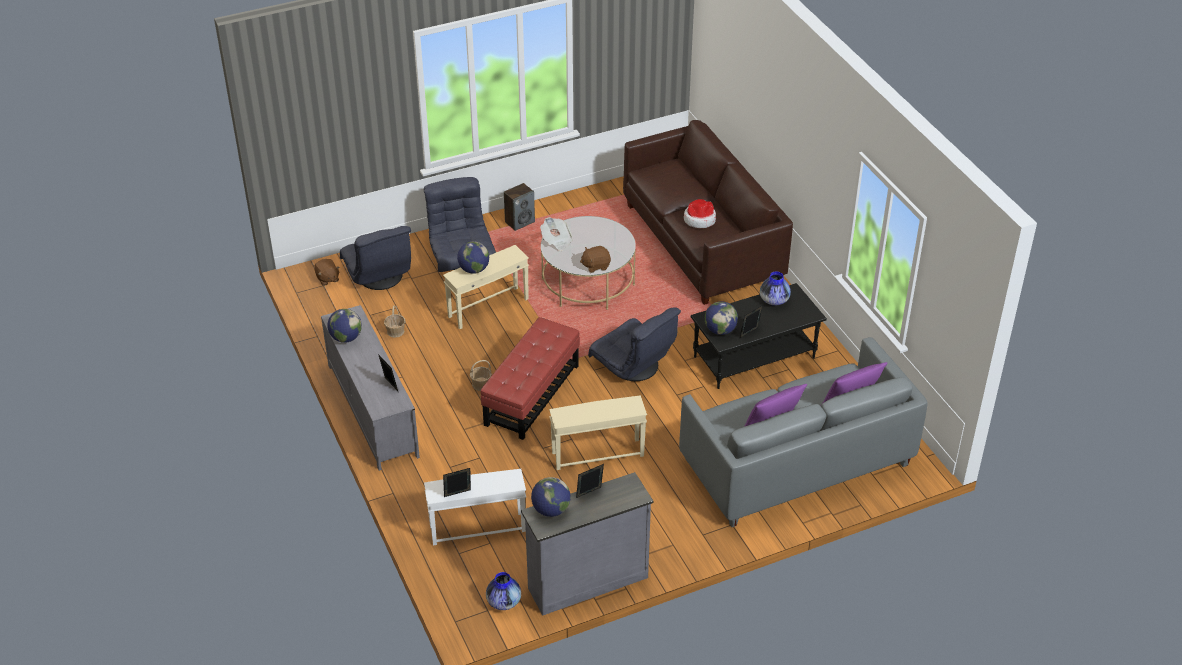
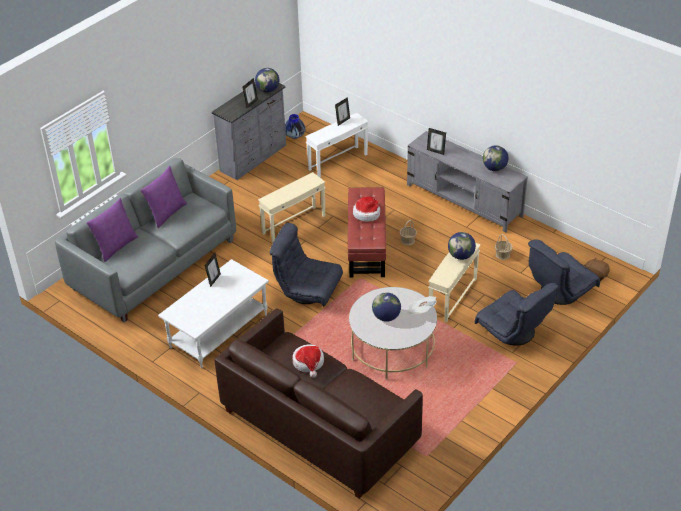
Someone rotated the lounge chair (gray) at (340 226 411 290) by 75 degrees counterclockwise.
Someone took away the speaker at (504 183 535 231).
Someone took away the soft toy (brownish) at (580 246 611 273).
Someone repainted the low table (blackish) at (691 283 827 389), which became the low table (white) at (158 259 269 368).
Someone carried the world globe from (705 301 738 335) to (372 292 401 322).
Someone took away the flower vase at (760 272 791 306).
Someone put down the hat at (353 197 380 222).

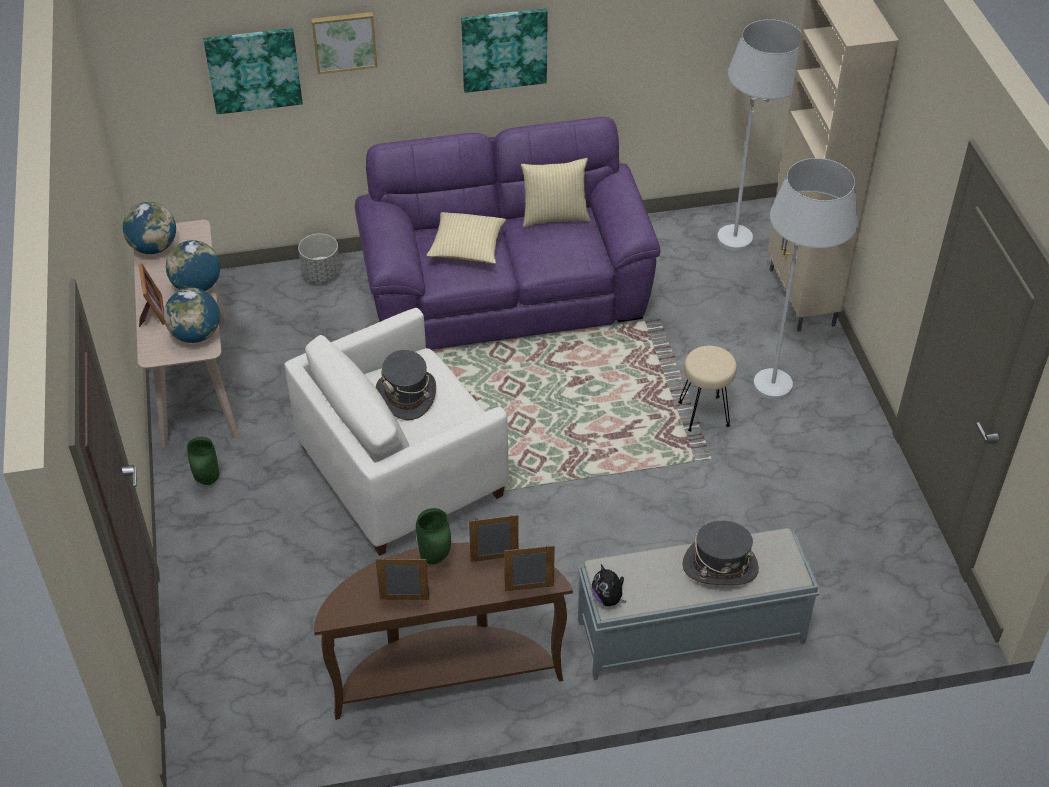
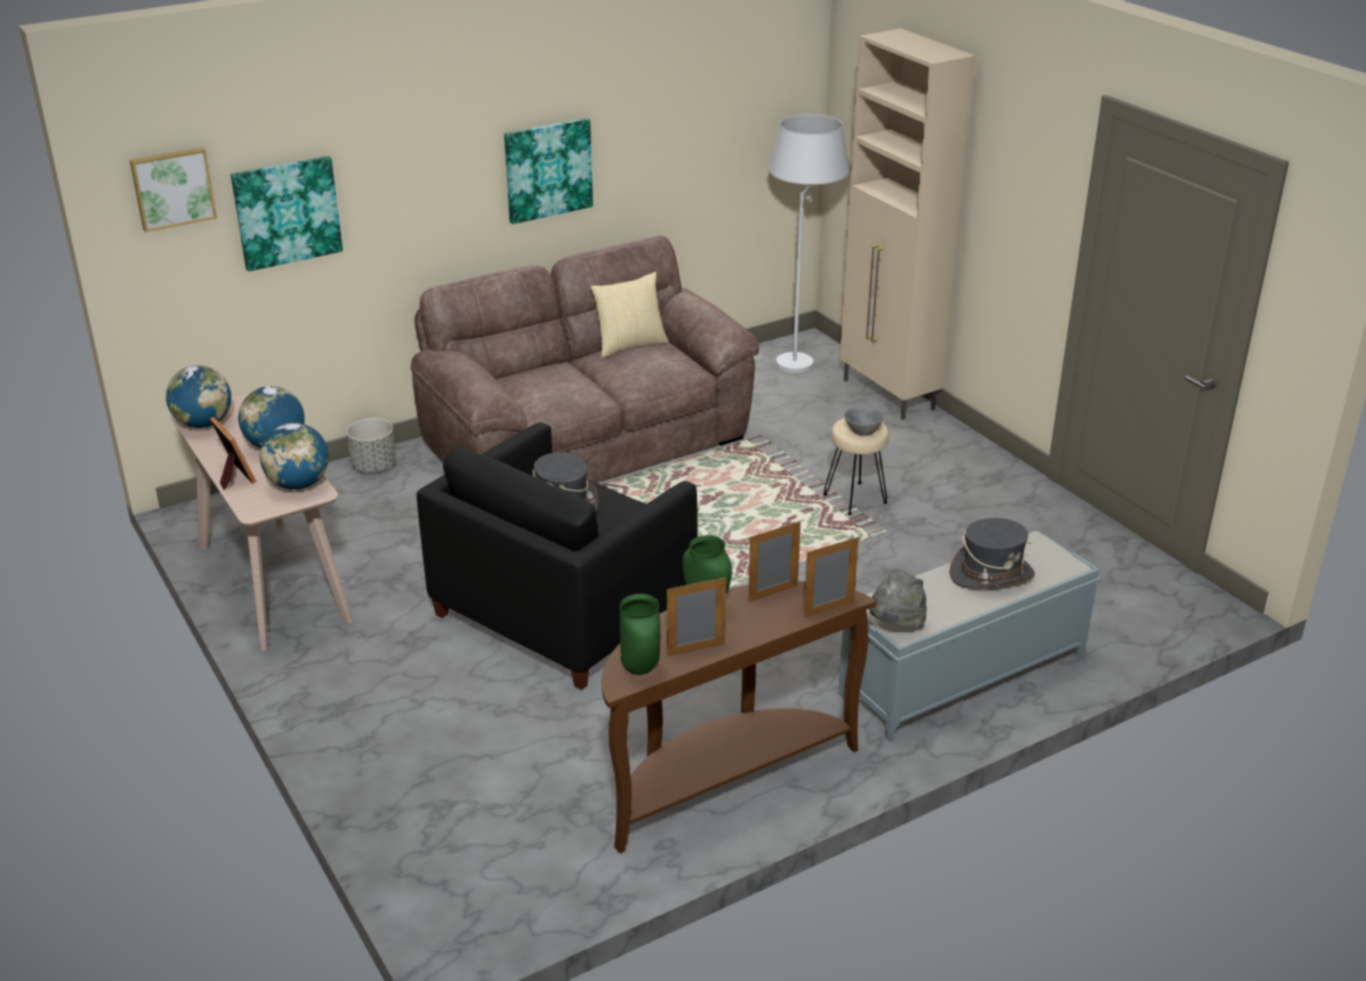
Someone carried the flower vase (green) from (187 437 219 485) to (619 594 660 675).
Someone repainted the lounge chair (white) at (285 308 509 556), which became the lounge chair (blackish) at (417 422 697 690).
Someone carried the picture from (311 12 377 74) to (130 147 217 232).
Someone repainted the sofa (purple-coloured) at (355 117 661 350), which became the sofa (brownish) at (411 236 759 483).
Someone took away the pillow at (426 212 506 264).
Someone swapped the soft toy at (592 564 626 606) for the hat (gray) at (869 569 927 628).
Someone took away the standard lamp (white) at (753 158 858 400).
Someone put down the bowl (gray) at (844 406 884 436).

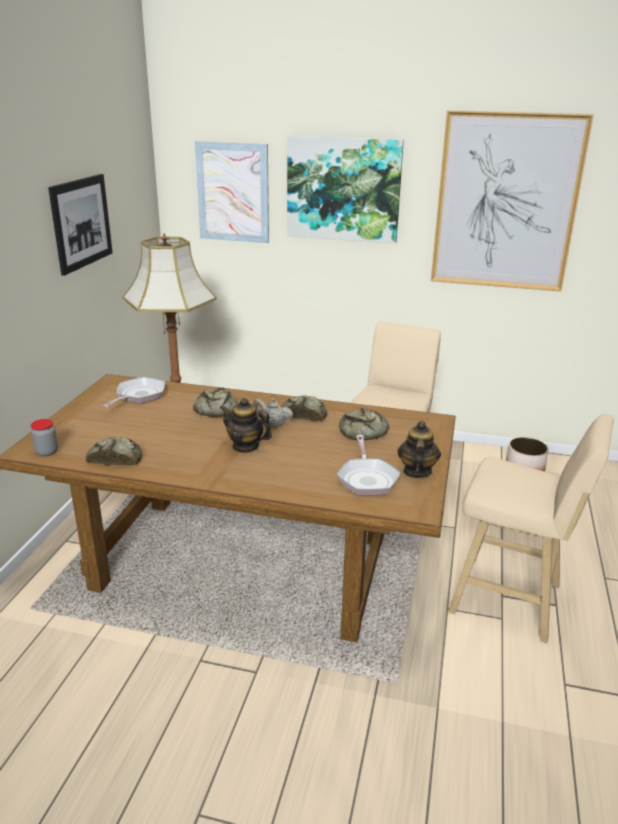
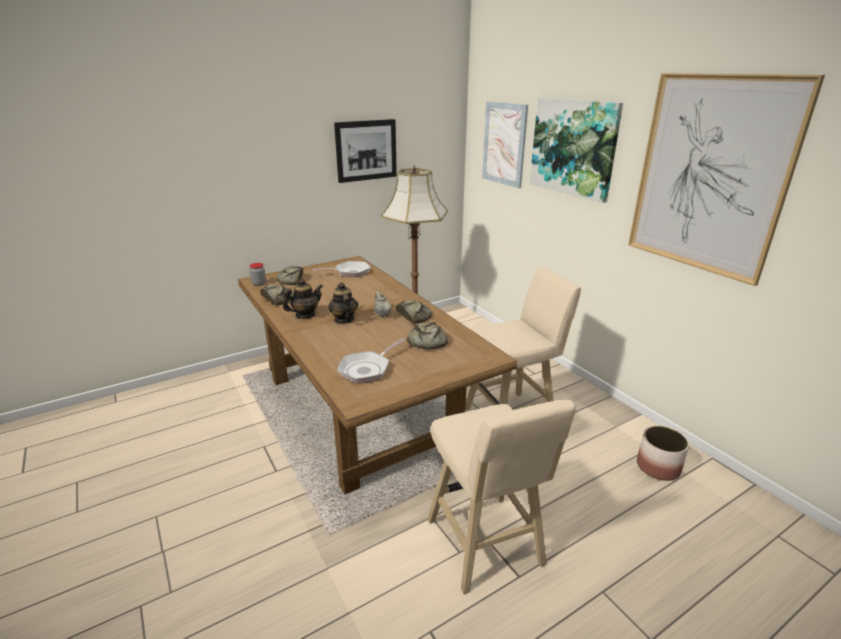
Someone carried the bread from (193 388 239 417) to (277 266 303 285).
Someone carried the tea pot from (398 421 441 478) to (283 279 323 319).

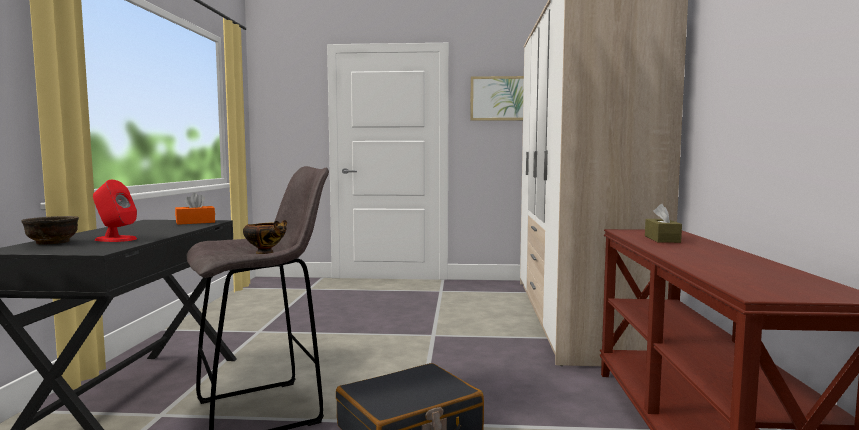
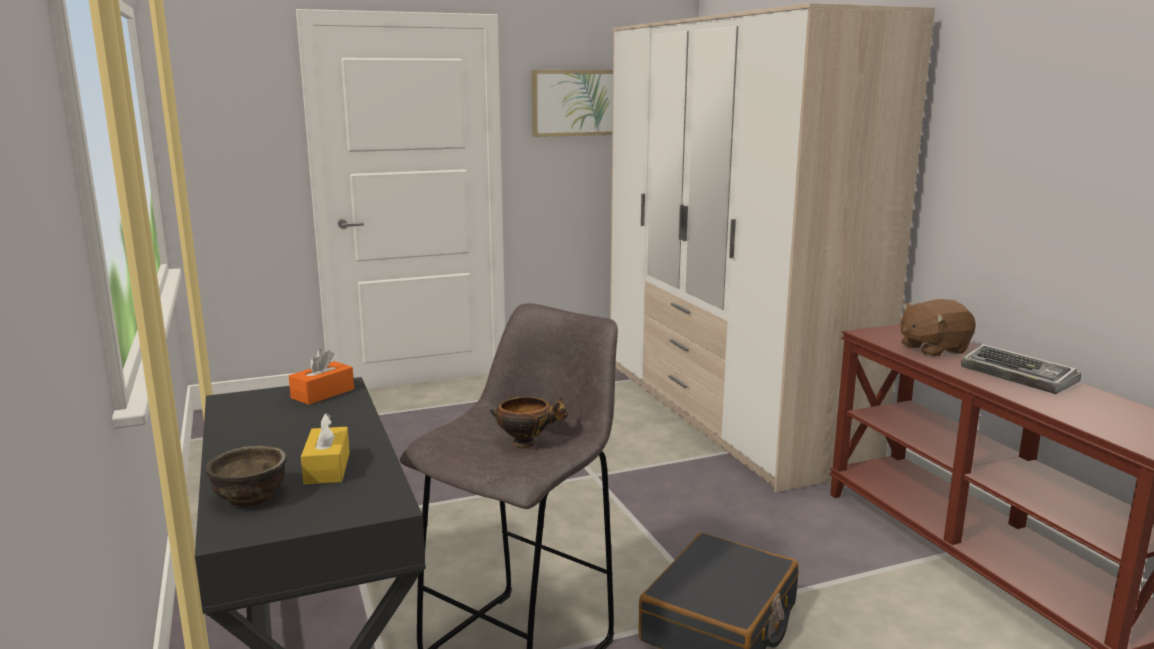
Someone swapped the speaker (reddish) at (93 180 137 242) for the tissue holder (yellow-coloured) at (301 413 350 485).
Someone swapped the tissue holder (brownish) at (645 204 682 243) for the soft toy (brownish) at (900 299 976 357).
Someone put down the keyboard at (961 344 1081 394).

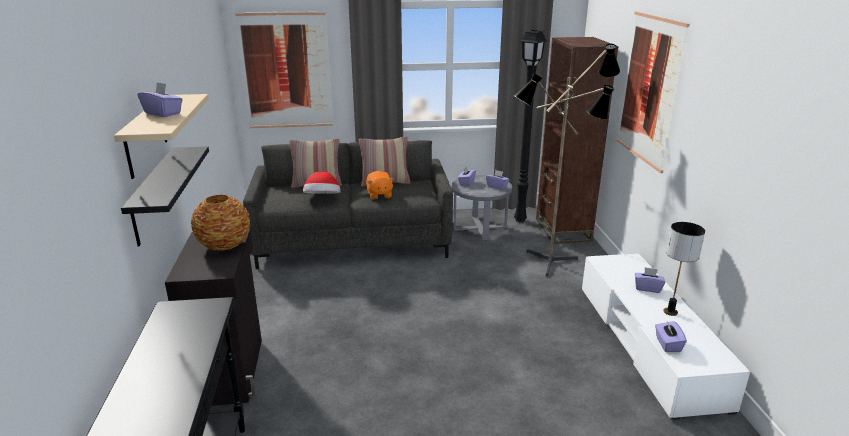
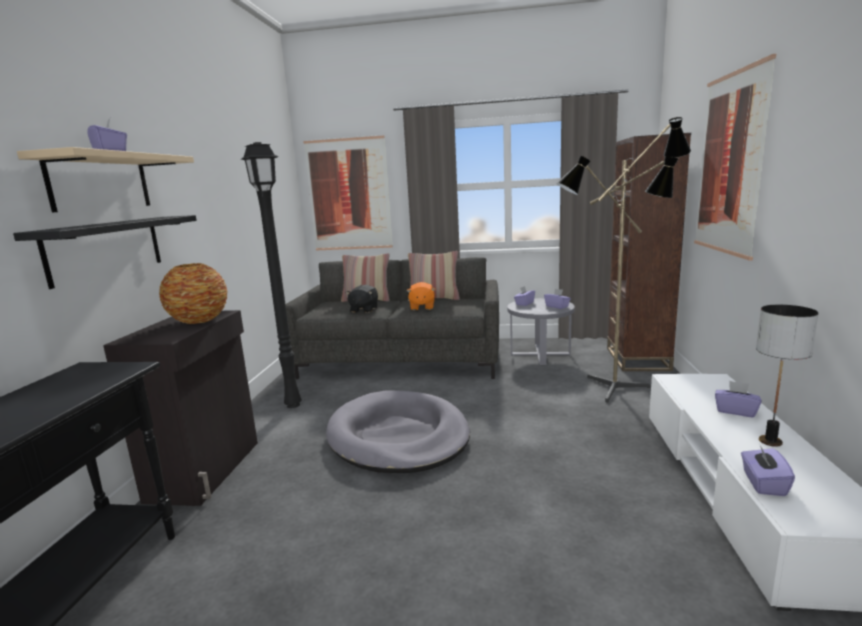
Someone swapped the hat at (303 171 340 194) for the soft toy (blackish) at (346 285 378 313).
Someone carried the standard lamp (blackish) from (514 29 548 222) to (241 142 302 408).
Someone put down the pet bed (gray) at (326 390 470 473).

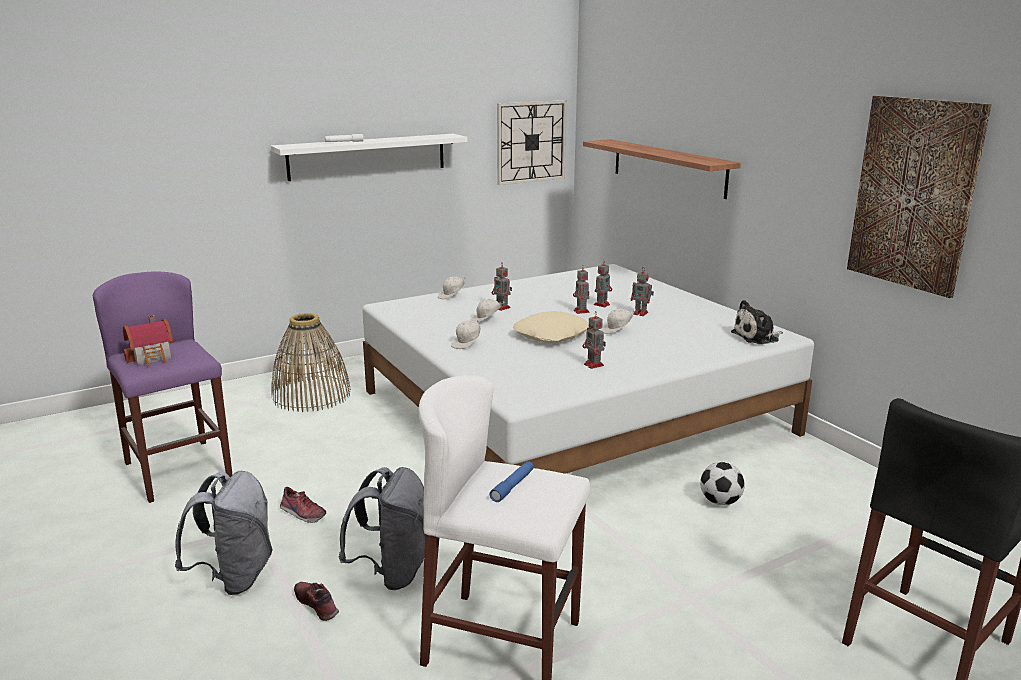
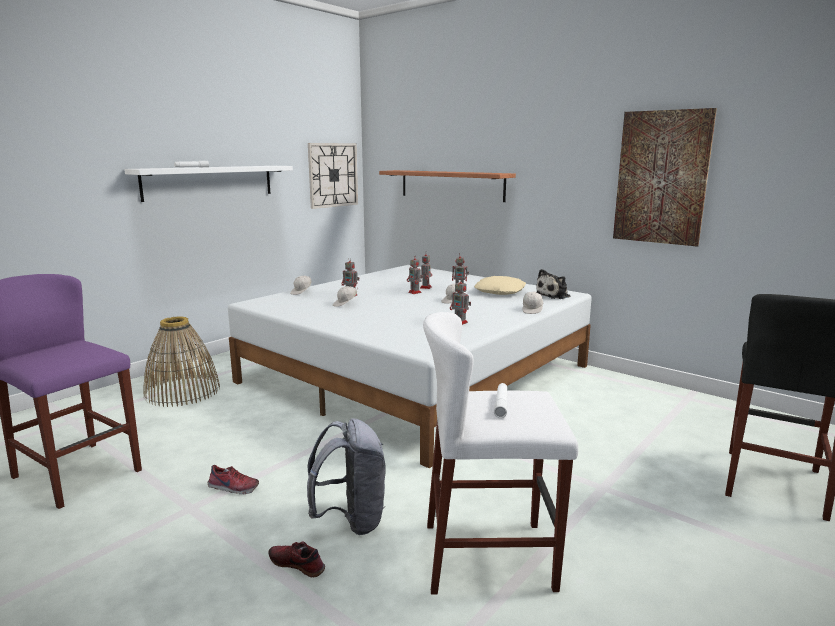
Someone took away the model house at (123 315 174 367).
Someone took away the knapsack (gray) at (175 471 272 595).
Someone carried the cap (white) from (451 320 480 349) to (522 292 543 314).
Someone repainted the hand torch (blue) at (490 461 534 502), which became the hand torch (white) at (494 383 507 418).
Someone carried the pillow (beige-coloured) from (513 311 589 343) to (474 276 526 295).
Someone took away the ball for football at (700 462 745 506).

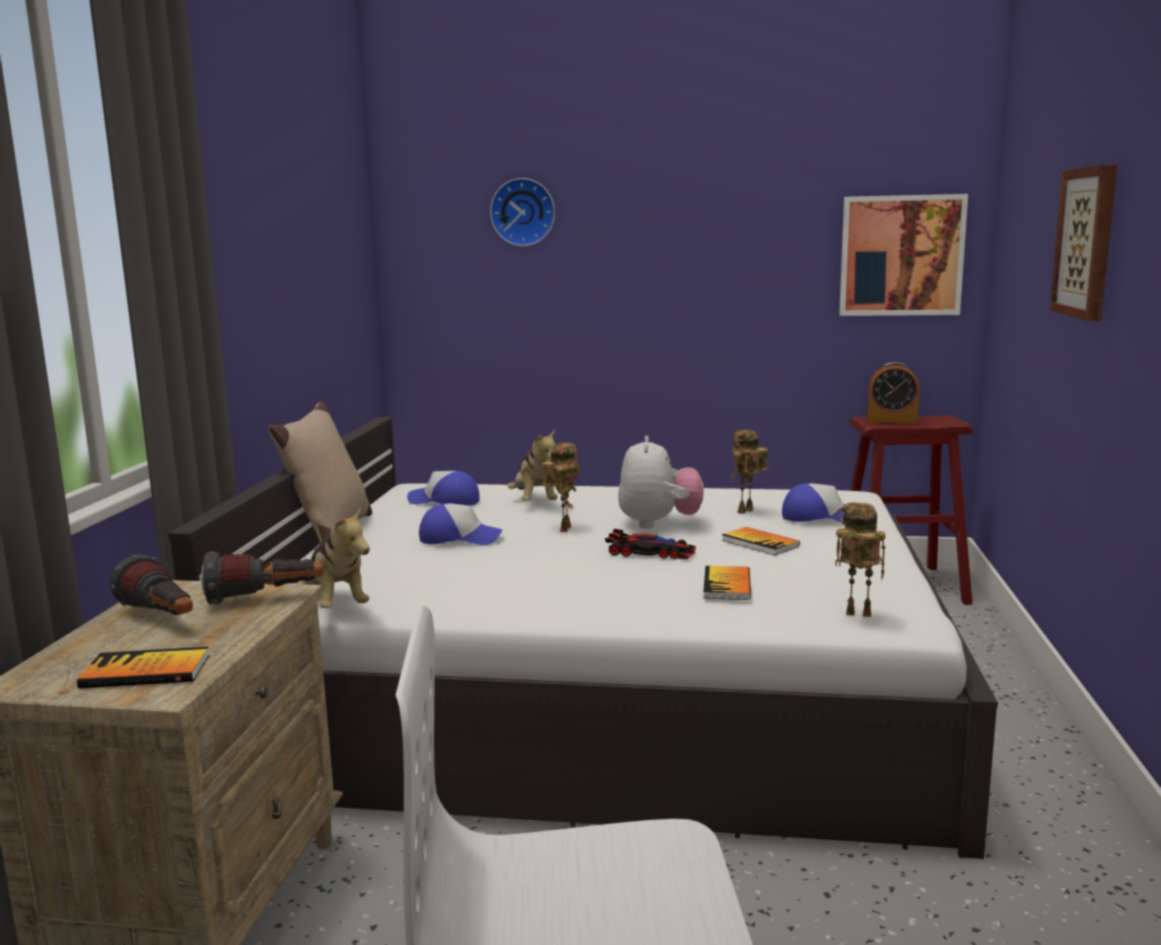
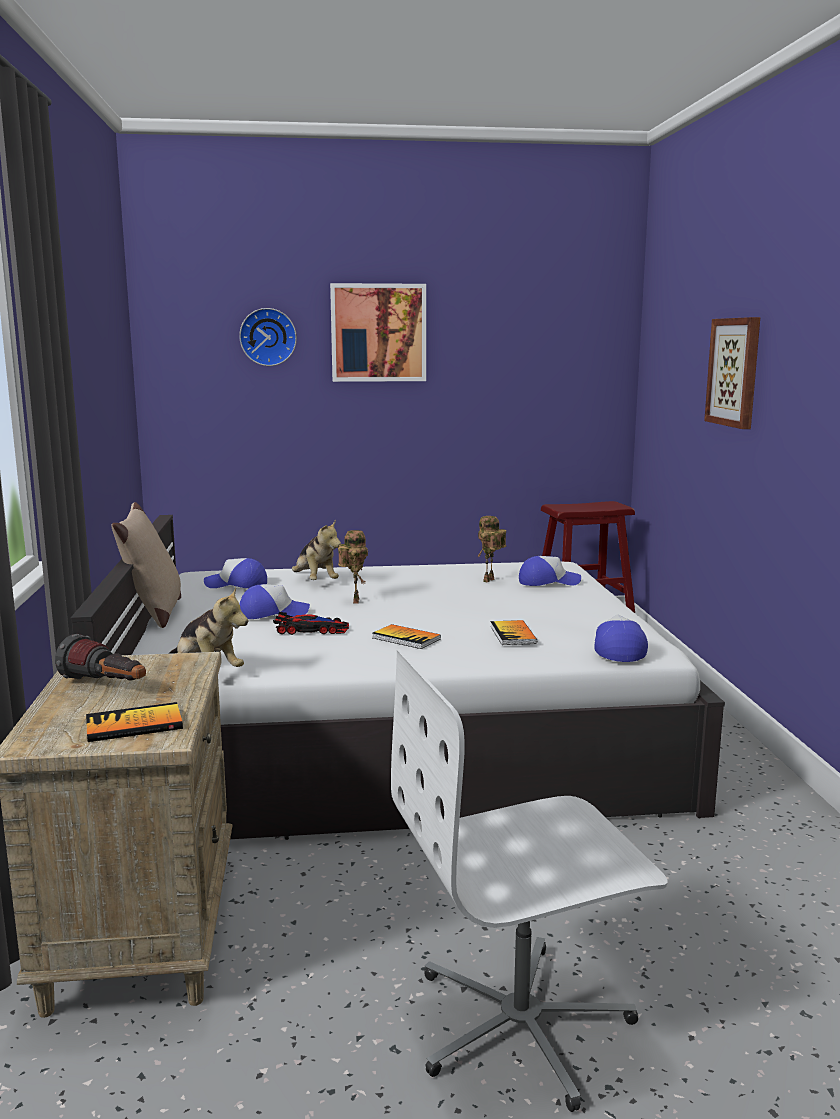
Someone took away the hand torch at (201 552 324 604).
Someone carried the toy car from (605 529 696 559) to (273 612 349 635).
Someone took away the soft toy at (618 436 704 529).
Someone carried the book from (722 527 800 555) to (372 624 441 649).
Someone swapped the toy robot at (835 503 886 617) for the cap at (594 614 648 662).
Someone carried the picture from (839 194 968 316) to (330 283 426 382).
Someone took away the alarm clock at (867 362 919 423).

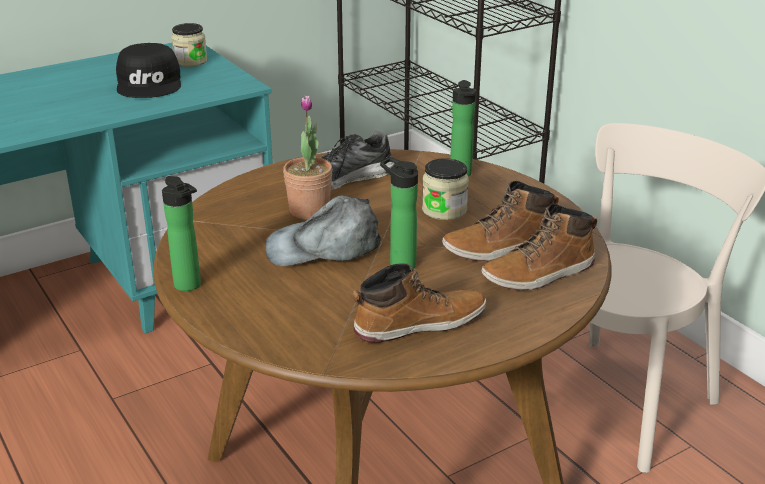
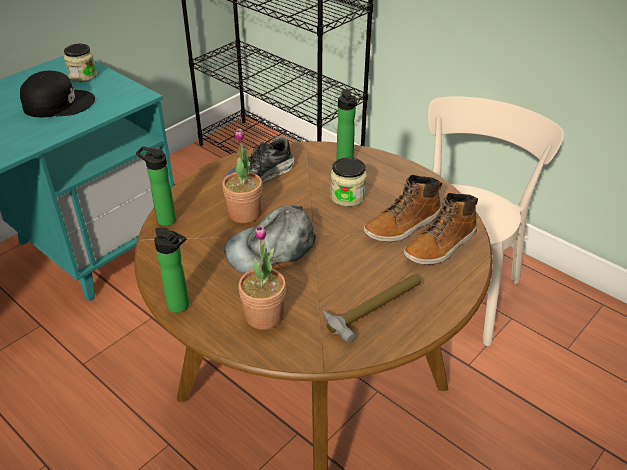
Someone rotated the cap (blackish) at (116 43 181 98) by 75 degrees counterclockwise.
Someone swapped the high-top boot at (353 263 486 343) for the hand hammer at (323 274 421 343).
Someone carried the beverage bottle from (380 157 418 269) to (136 146 176 226).
Someone put down the potted plant at (238 225 286 330).

